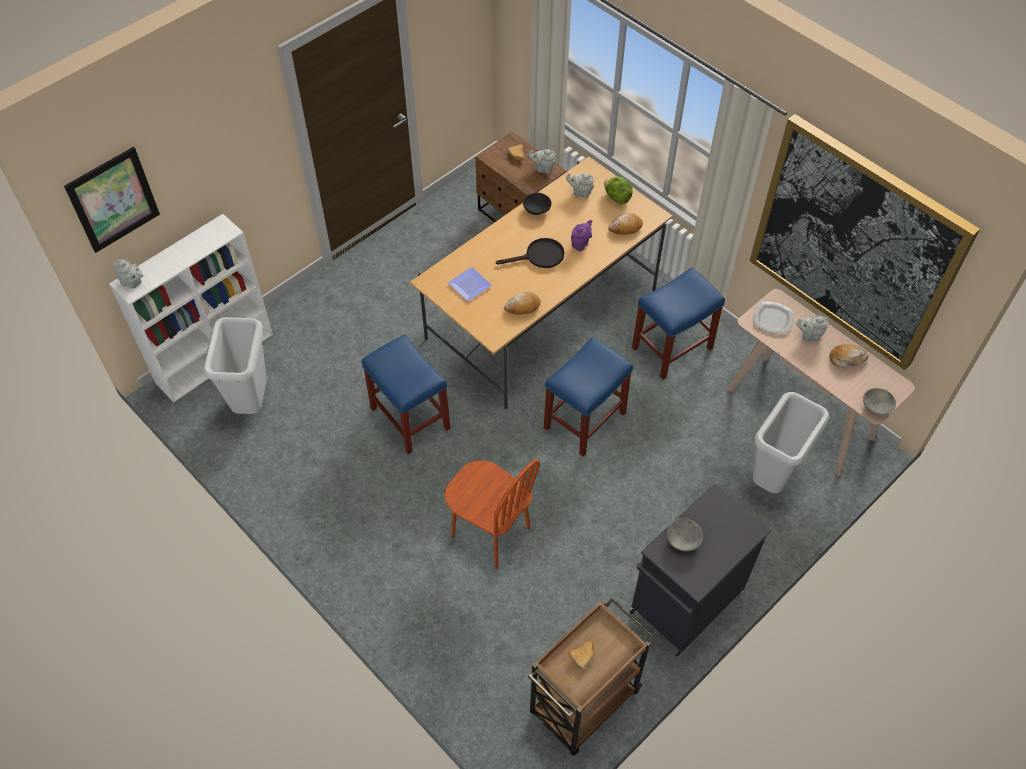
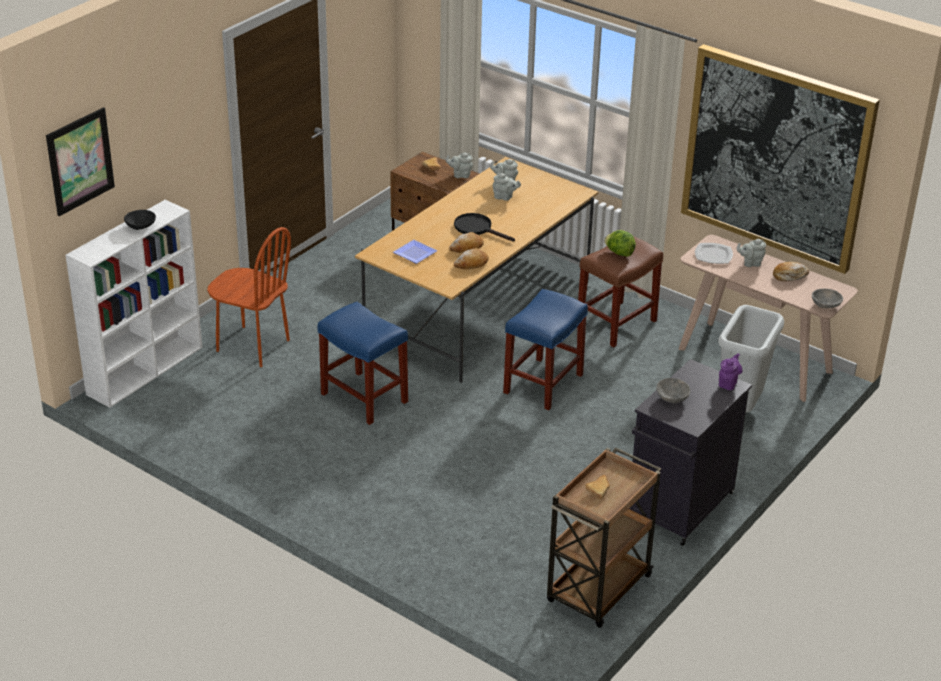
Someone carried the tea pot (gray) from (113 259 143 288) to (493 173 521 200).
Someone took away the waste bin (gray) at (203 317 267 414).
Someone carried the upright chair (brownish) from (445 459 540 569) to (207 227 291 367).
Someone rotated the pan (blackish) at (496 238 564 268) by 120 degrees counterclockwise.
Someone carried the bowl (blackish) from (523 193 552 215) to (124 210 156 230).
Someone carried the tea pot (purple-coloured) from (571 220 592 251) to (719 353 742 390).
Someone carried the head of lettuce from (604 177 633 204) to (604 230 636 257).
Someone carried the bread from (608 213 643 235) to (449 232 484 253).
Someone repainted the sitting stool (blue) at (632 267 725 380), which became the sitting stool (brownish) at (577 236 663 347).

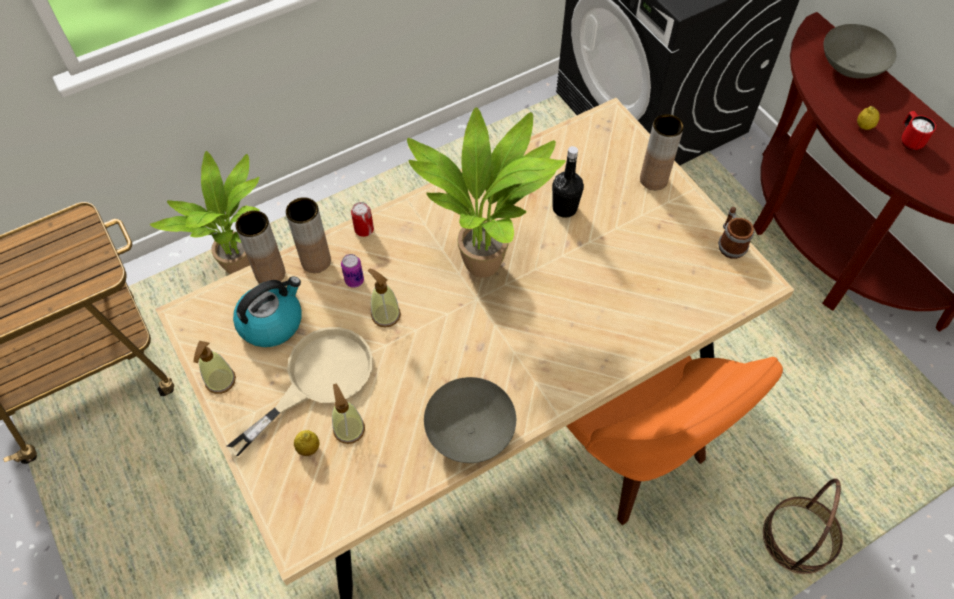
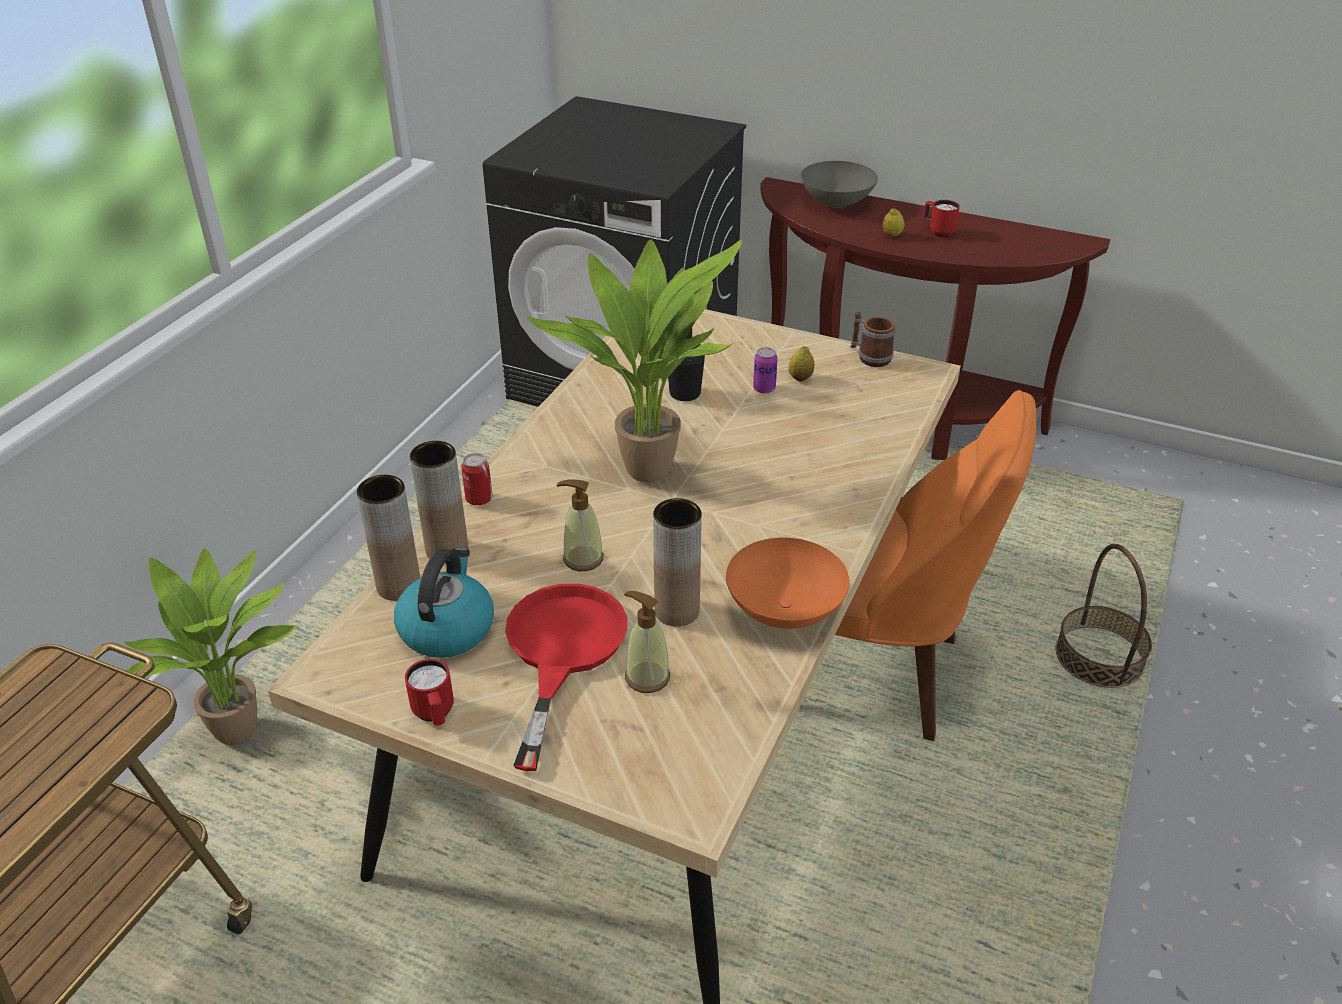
Someone swapped the liquid soap bottle at (194 341 236 394) for the tea mug (reddish) at (405 659 454 726).
Someone repainted the pan (beige-coloured) at (226 327 373 456), which became the pan (reddish) at (505 584 627 771).
Someone carried the lemon from (294 430 319 456) to (789 346 815 382).
Someone carried the metal can from (341 254 364 288) to (753 347 778 394).
Someone repainted the bowl (gray) at (424 377 516 463), which became the bowl (orange-coloured) at (726 537 850 629).
Someone carried the flower vase (brownish) from (640 114 684 190) to (653 498 702 627).

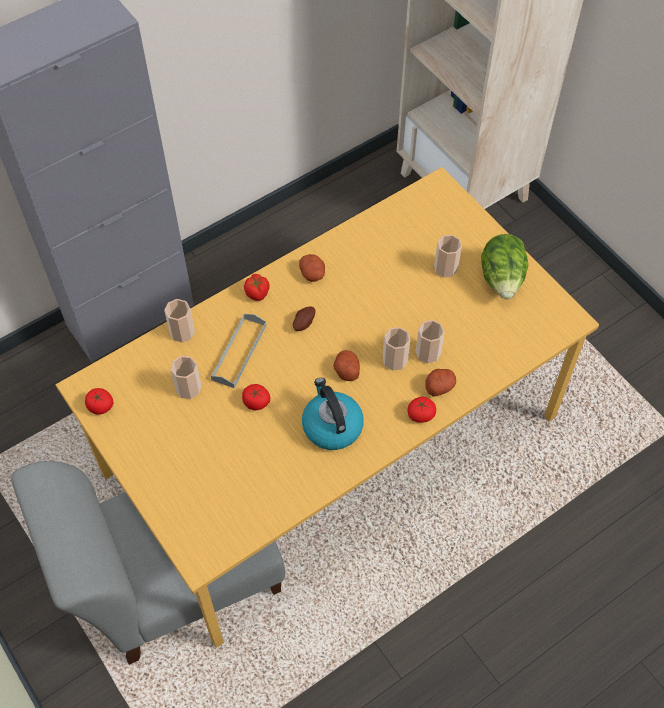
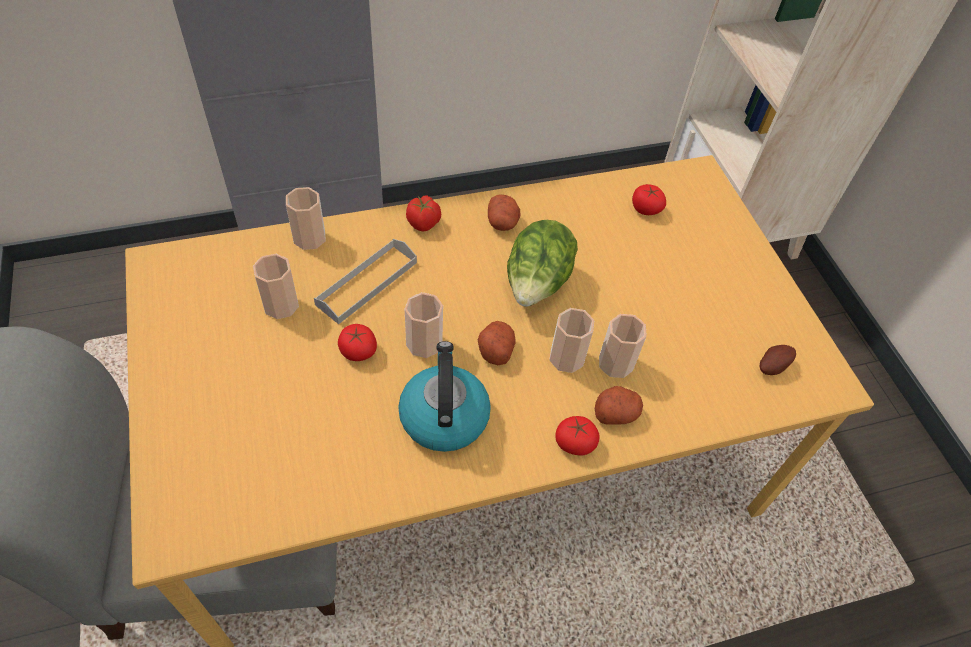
Someone carried the tomato from (85 388 114 415) to (632 184 666 215).
Someone carried the whole potato from (293 307 315 331) to (759 345 796 375).
Someone carried the drinking cup from (434 235 462 277) to (405 292 443 358).
Someone carried the head of lettuce from (481 234 528 299) to (507 220 578 307).

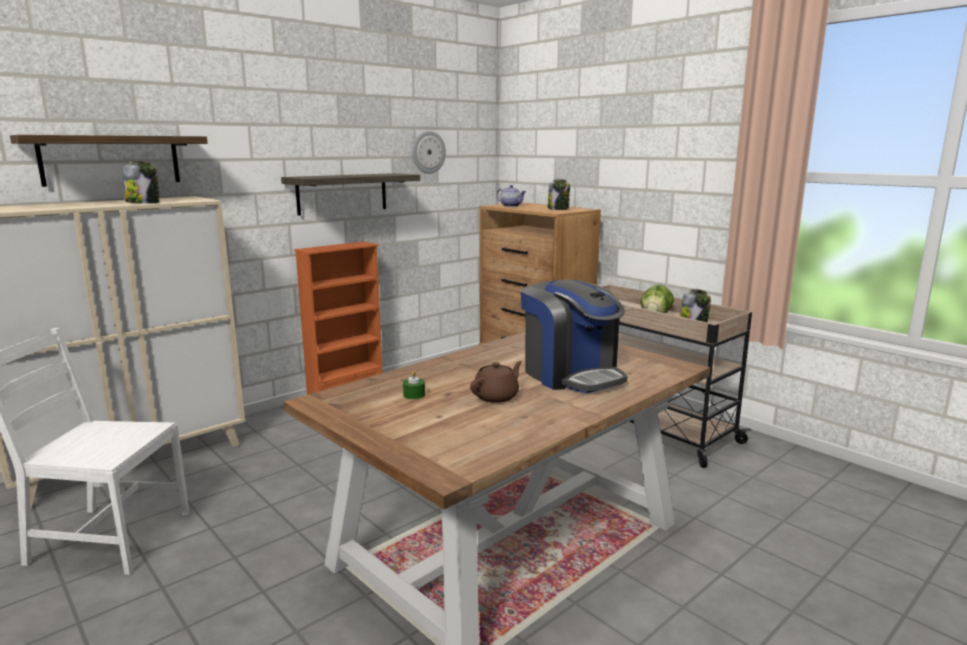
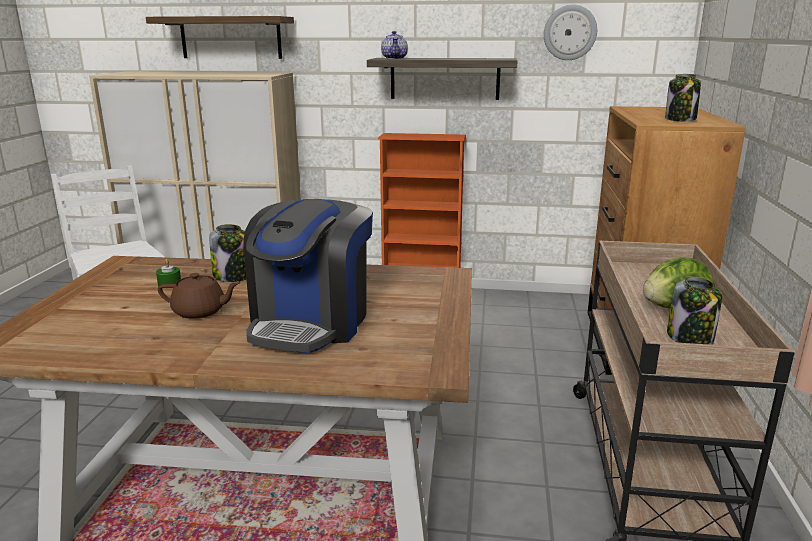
Someone carried the preserve jar from (123 161 159 204) to (209 224 246 282).
Someone carried the tea pot from (496 185 526 207) to (381 31 408 59).

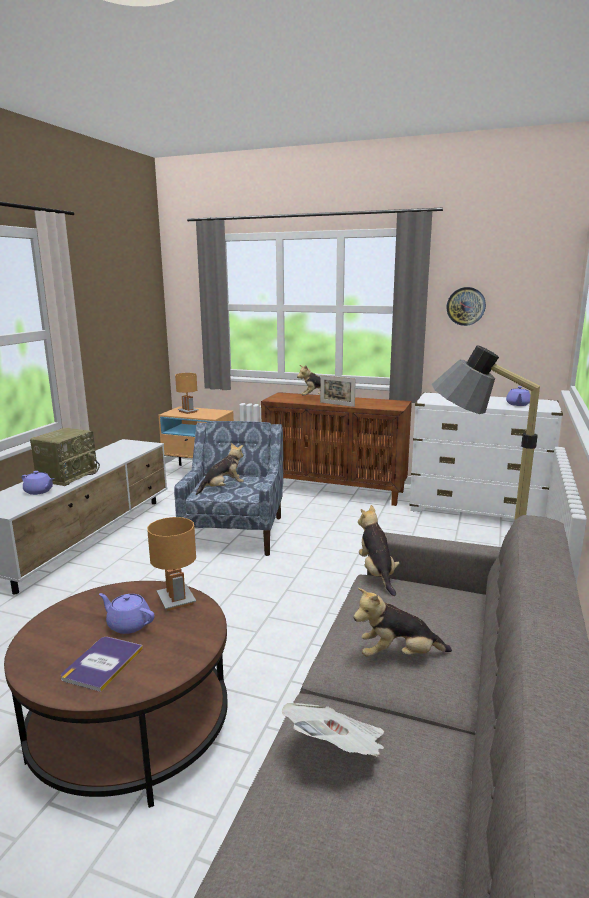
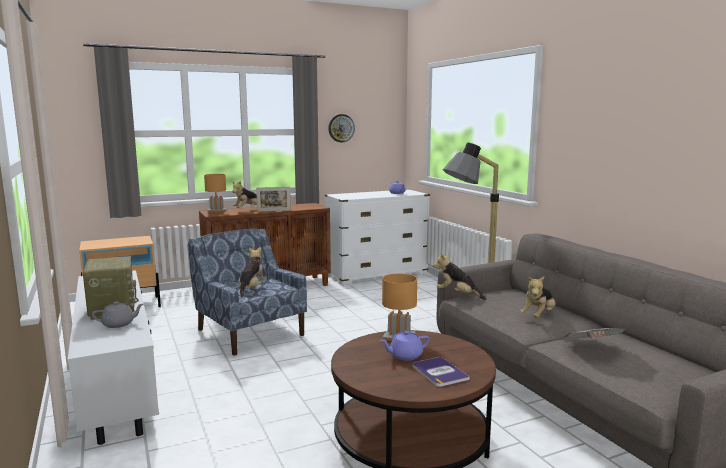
Someone repainted the tea pot (purple-coloured) at (21 471 54 495), which became the tea pot (gray) at (92 301 143 328).
Someone carried the tabletop lamp (brownish) from (175 373 199 414) to (204 174 227 213).

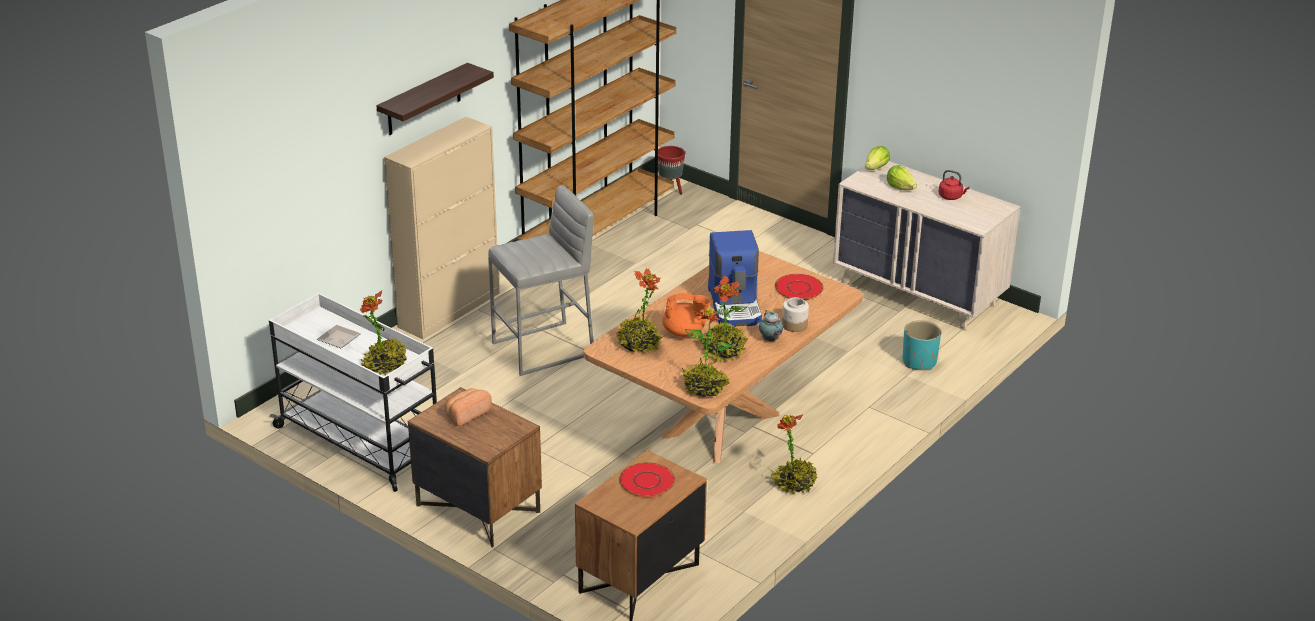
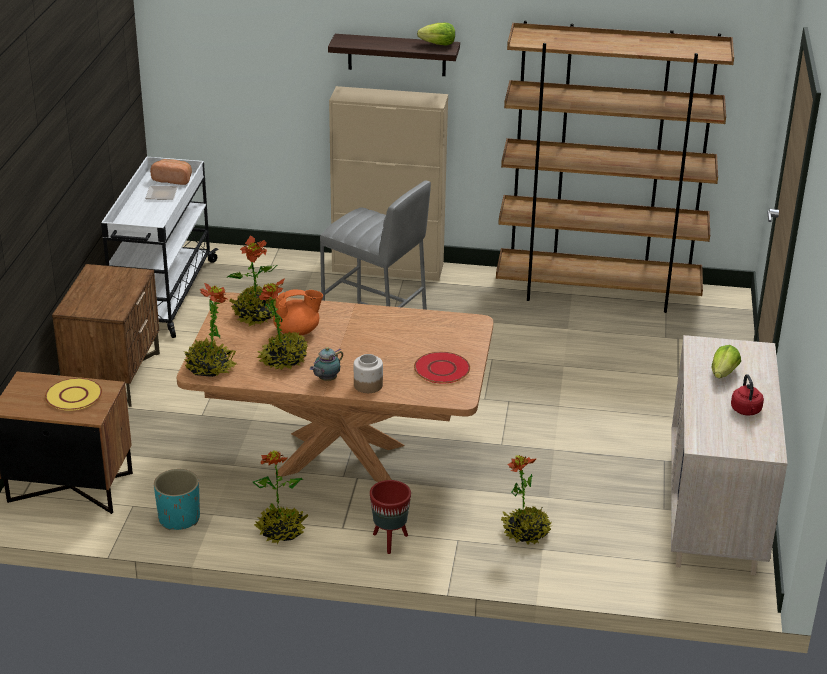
Someone carried the potted plant from (360 290 407 375) to (501 455 552 545).
Someone carried the bread from (445 388 491 426) to (150 159 192 185).
Someone repainted the dinner plate (reddish) at (619 462 675 497), which became the dinner plate (yellow-coloured) at (45 378 102 411).
Someone carried the plant pot (reddish) from (658 146 685 195) to (370 480 411 554).
Someone rotated the tea pot (orange-coloured) at (662 293 711 337) by 75 degrees counterclockwise.
Someone took away the coffee maker at (708 230 762 327).
Someone carried the head of lettuce from (865 146 890 170) to (417 23 455 46).
Someone carried the plant pot (turquoise-coloured) from (903 320 941 370) to (154 469 200 530).

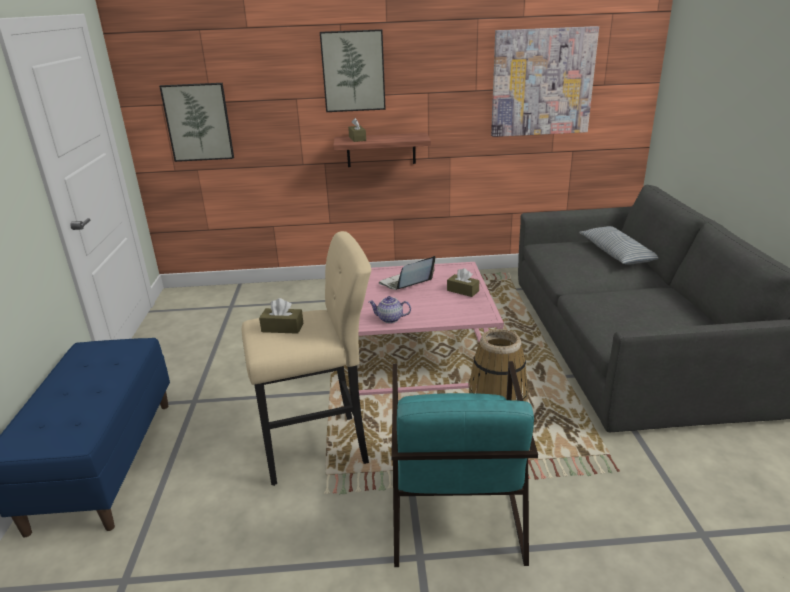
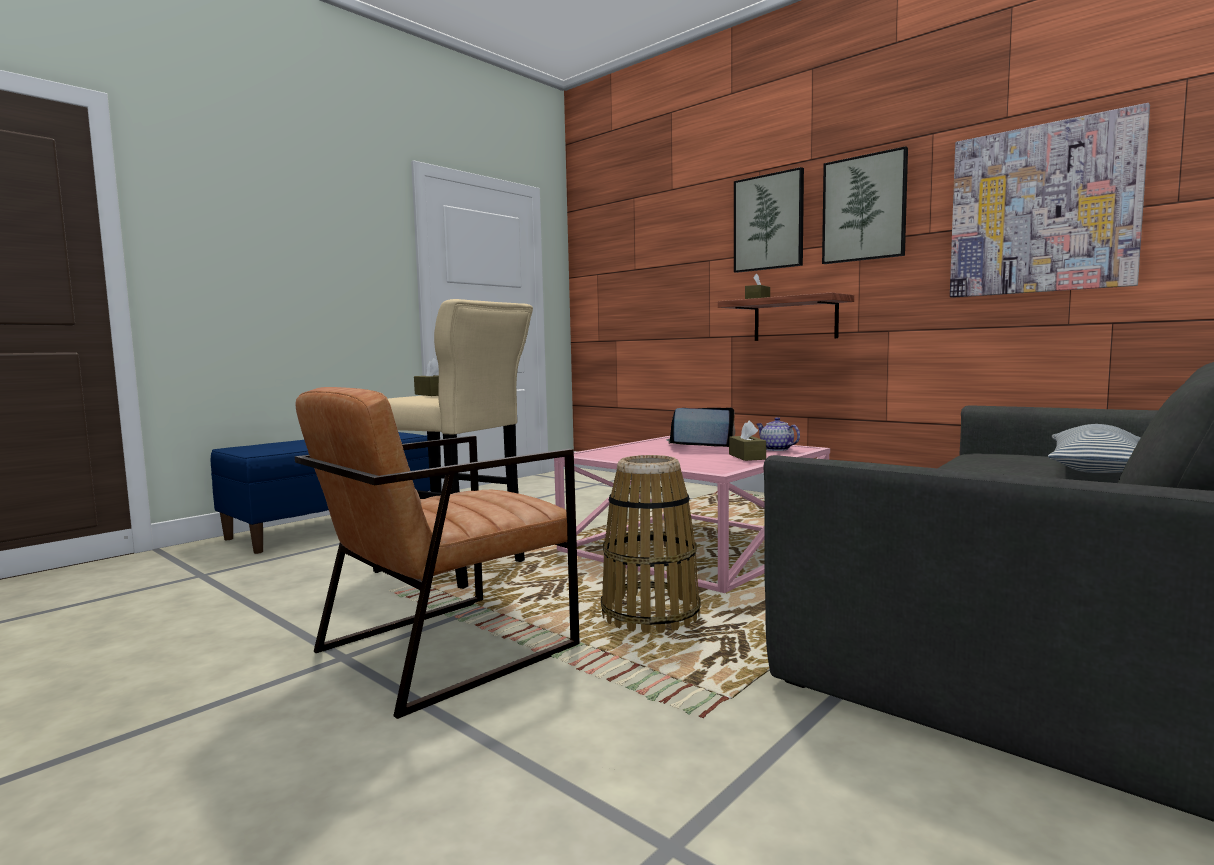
Someone carried the picture from (159 83 234 162) to (822 146 908 264).
Someone carried the tea pot from (369 296 411 323) to (756 417 800 451).
Someone repainted the lounge chair (turquoise-coloured) at (391 361 538 567), which became the lounge chair (brownish) at (295 387 580 719).

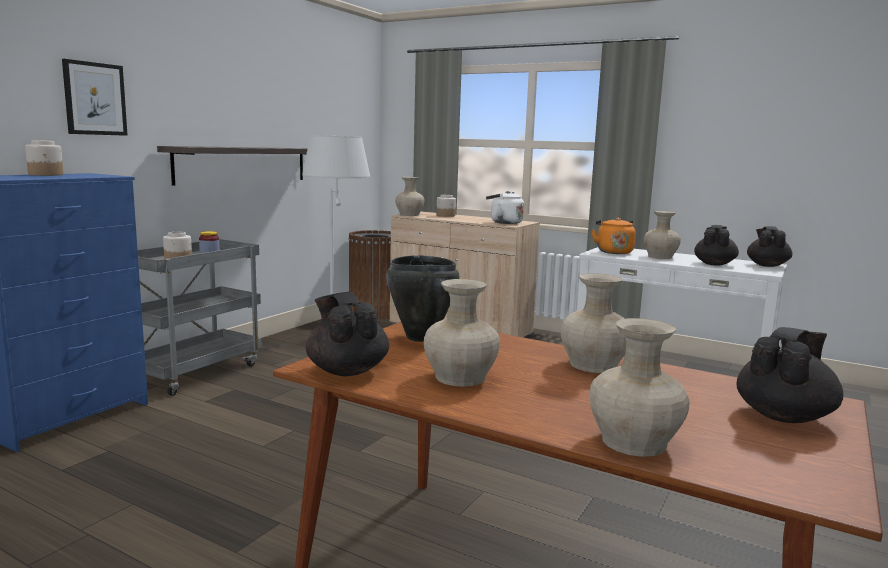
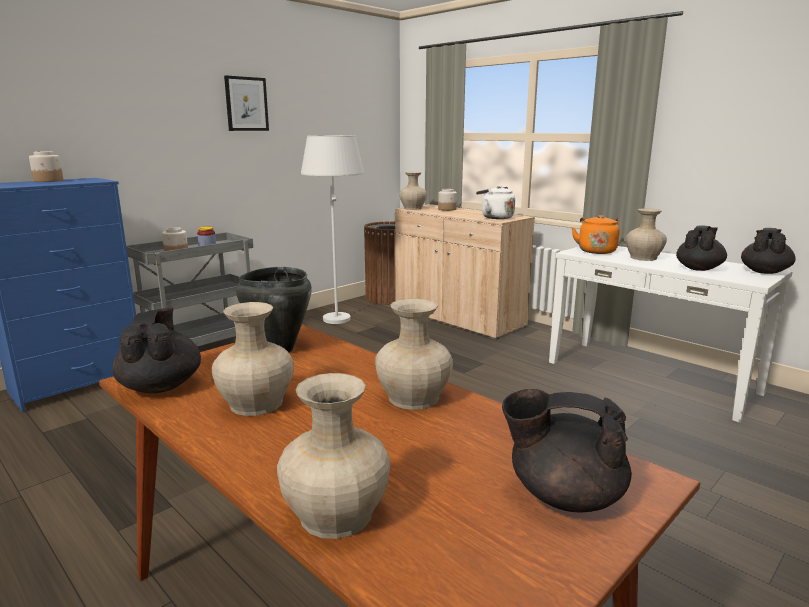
Someone carried the picture from (62 59 128 136) to (224 75 269 131).
Someone took away the wall shelf at (157 146 308 186).
Someone rotated the tea pot (blackish) at (736 327 843 423) by 135 degrees counterclockwise.

